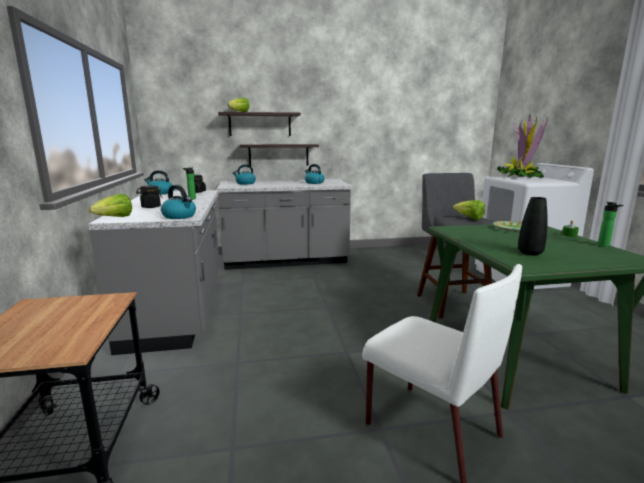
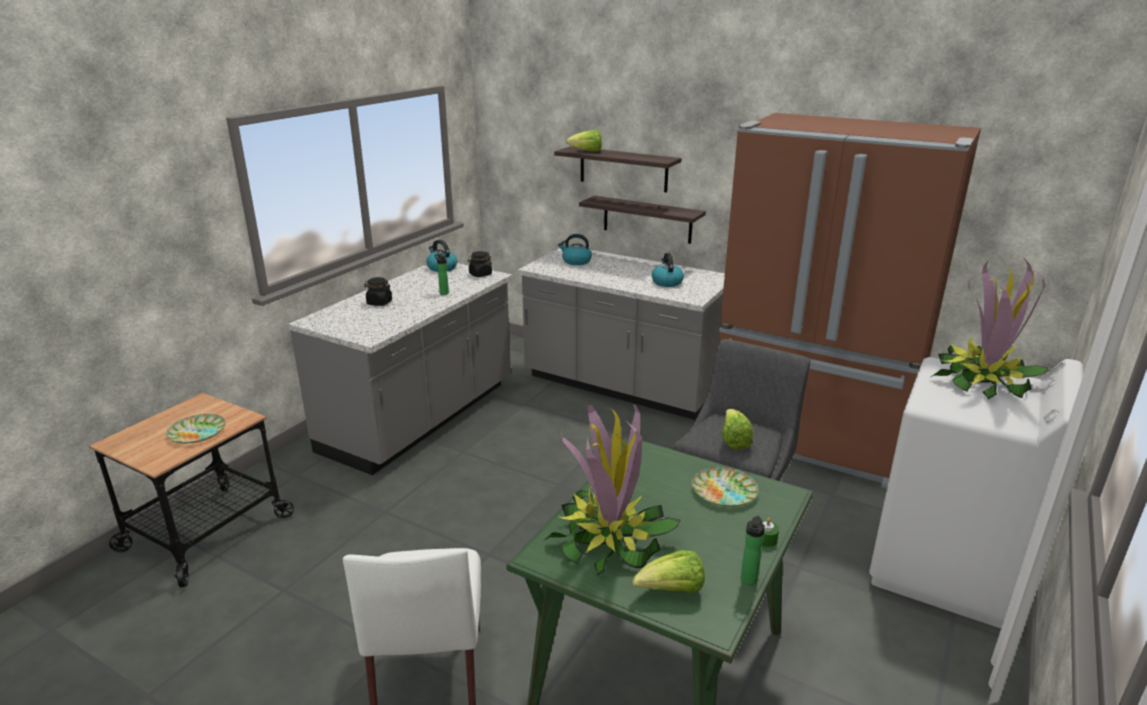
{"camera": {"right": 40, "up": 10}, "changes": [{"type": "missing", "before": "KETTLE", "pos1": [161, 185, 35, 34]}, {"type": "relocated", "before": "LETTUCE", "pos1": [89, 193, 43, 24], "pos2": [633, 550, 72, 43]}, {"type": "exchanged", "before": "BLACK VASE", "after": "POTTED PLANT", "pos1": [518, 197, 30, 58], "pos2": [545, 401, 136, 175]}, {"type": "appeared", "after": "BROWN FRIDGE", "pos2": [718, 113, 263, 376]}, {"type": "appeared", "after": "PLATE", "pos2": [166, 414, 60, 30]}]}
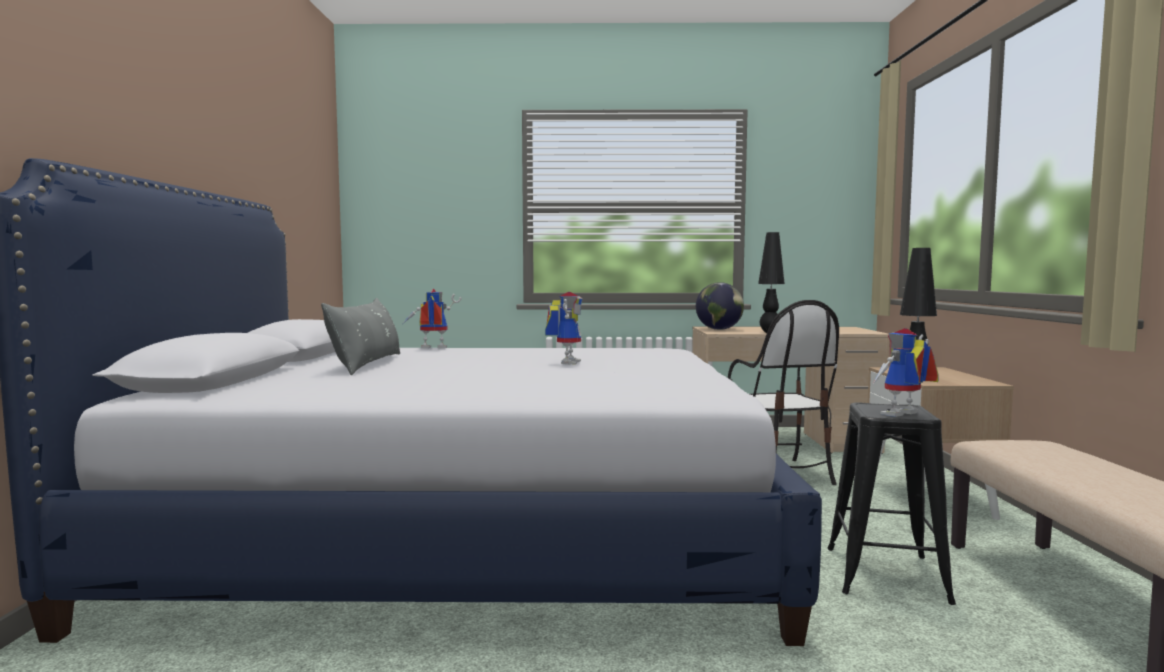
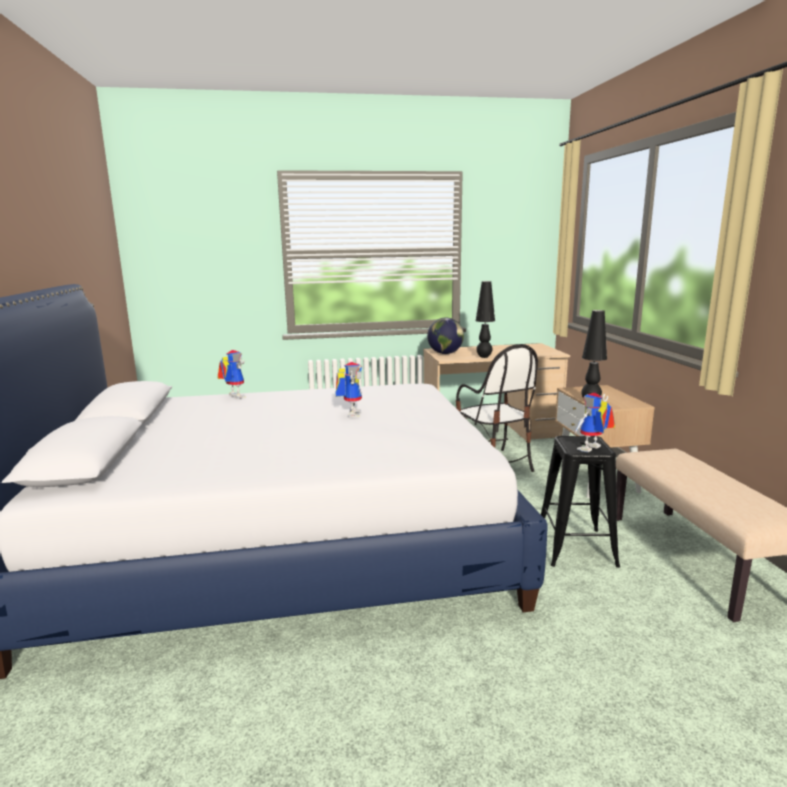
{"camera": {"right": -10, "up": 10}, "changes": [{"type": "spun", "before": "TOY ROBOT", "pos1": [402, 288, 59, 60], "pos2": [217, 350, 29, 49], "turn": 60}, {"type": "missing", "before": "GREY PILLOW", "pos1": [321, 298, 79, 77]}]}
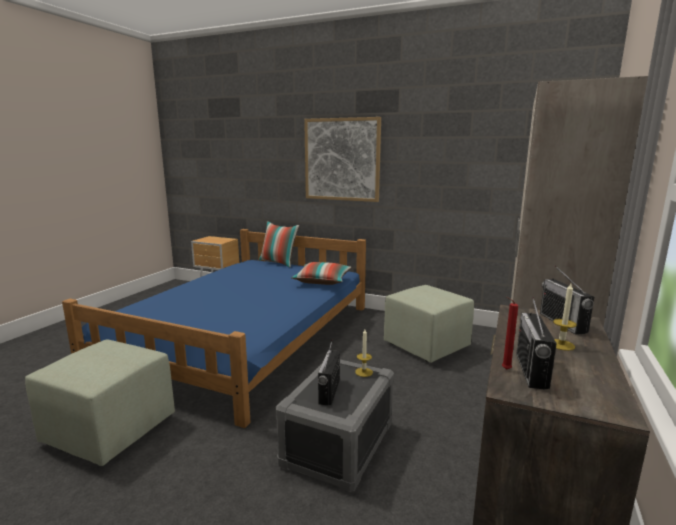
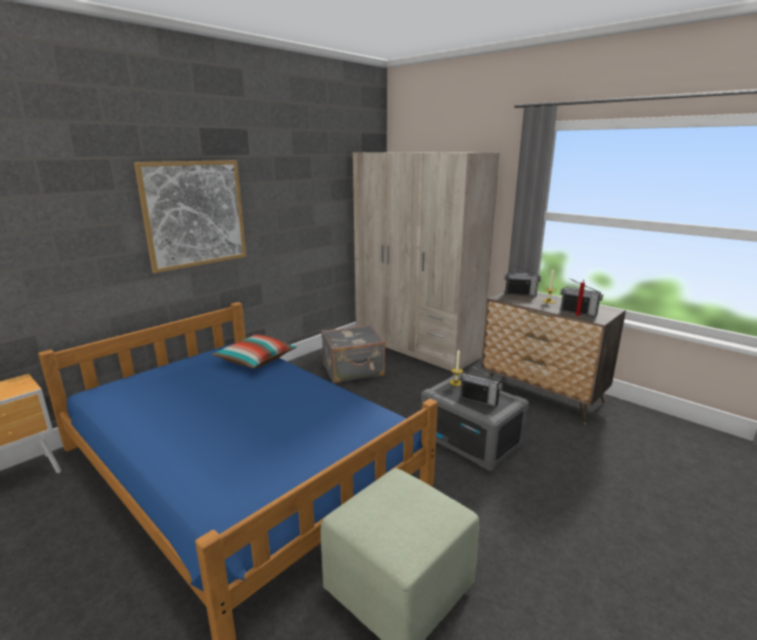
{"camera": {"right": -70, "up": 5}, "changes": [{"type": "missing", "before": "PILLOW", "pos1": [259, 221, 40, 46]}, {"type": "exchanged", "before": "GREEN OTTOMAN", "after": "GREY SUITCASE", "pos1": [384, 285, 90, 78], "pos2": [321, 325, 65, 58]}]}
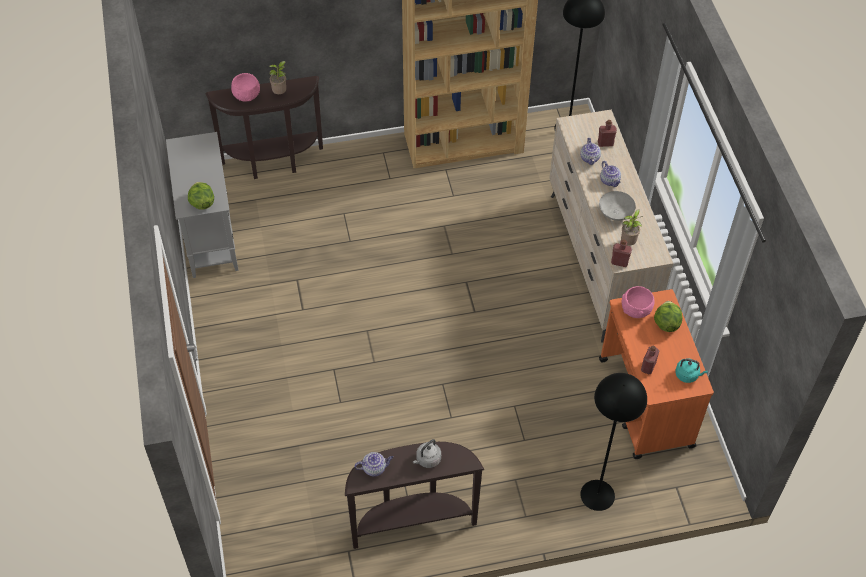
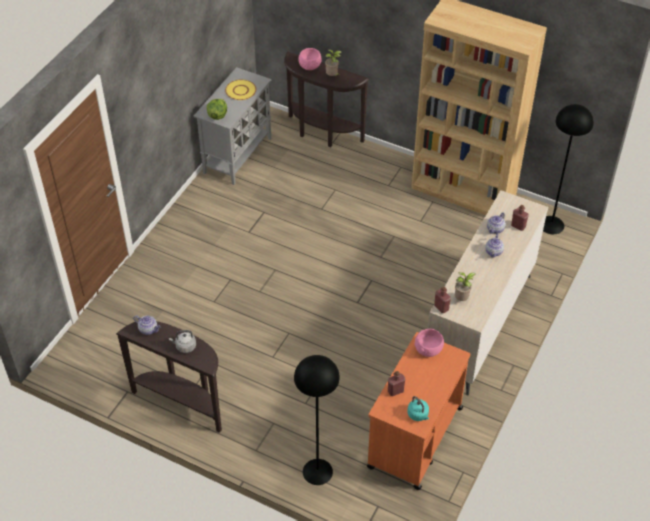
{"camera": {"right": 40, "up": -5}, "changes": [{"type": "missing", "before": "GREY BOWL", "pos1": [599, 191, 37, 30]}, {"type": "missing", "before": "LETTUCE", "pos1": [654, 301, 28, 31]}, {"type": "appeared", "after": "YELLOW PLATE", "pos2": [225, 79, 31, 21]}]}
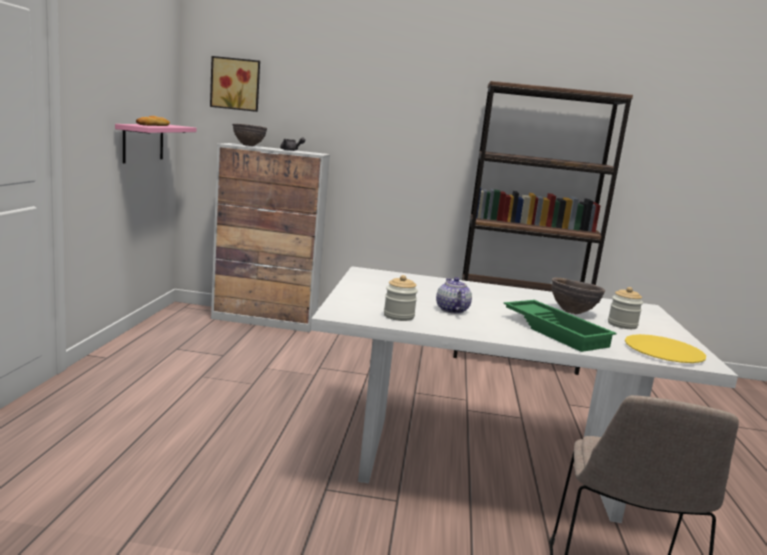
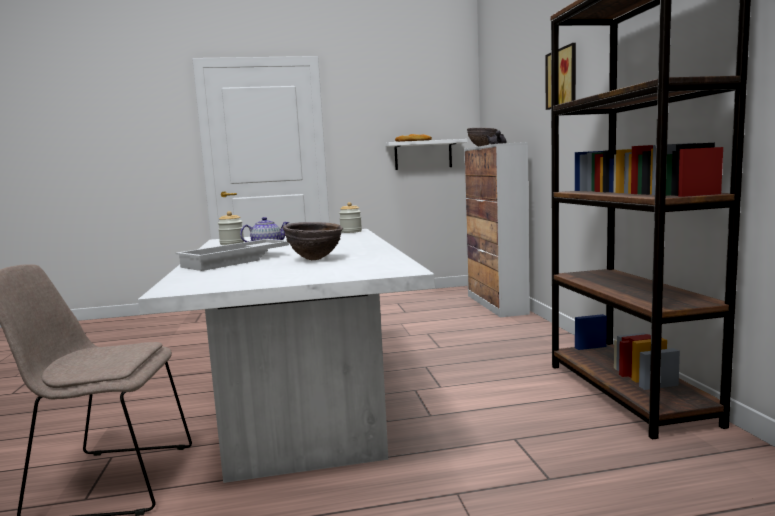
{"camera": {"right": 75, "up": -5}, "changes": [{"type": "relocated", "before": "PICTURE", "pos1": [210, 56, 50, 56], "pos2": [545, 43, 31, 67]}, {"type": "colour", "before": "PINK SHELF", "after": "WHITE SHELF", "pos1": [115, 124, 82, 39], "pos2": [385, 139, 83, 31]}, {"type": "relocated", "before": "JAR", "pos1": [608, 287, 35, 42], "pos2": [339, 202, 23, 31]}, {"type": "colour", "before": "GREEN TRAY", "after": "WHITE TRAY", "pos1": [503, 300, 114, 52], "pos2": [176, 239, 113, 32]}, {"type": "missing", "before": "YELLOW PLATE", "pos1": [625, 334, 81, 29]}]}
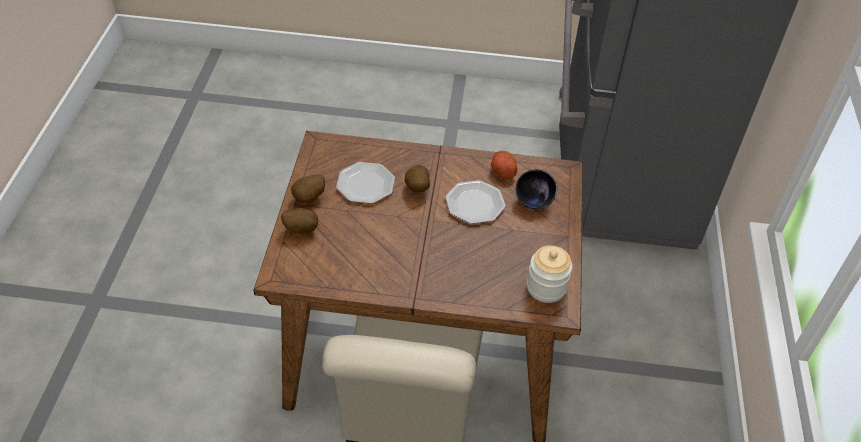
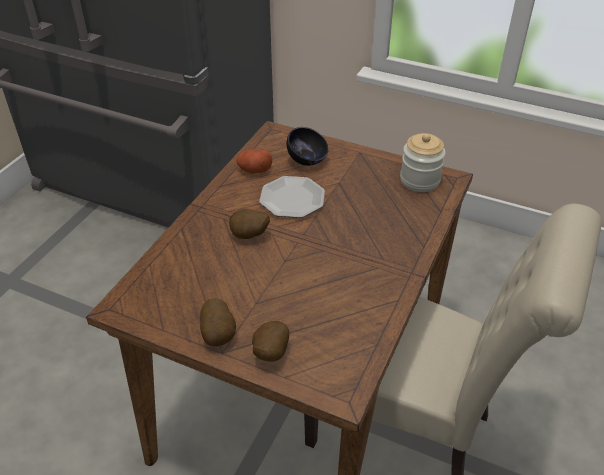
{"camera": {"right": -70, "up": -5}, "changes": [{"type": "missing", "before": "PLATE", "pos1": [336, 162, 59, 42]}]}
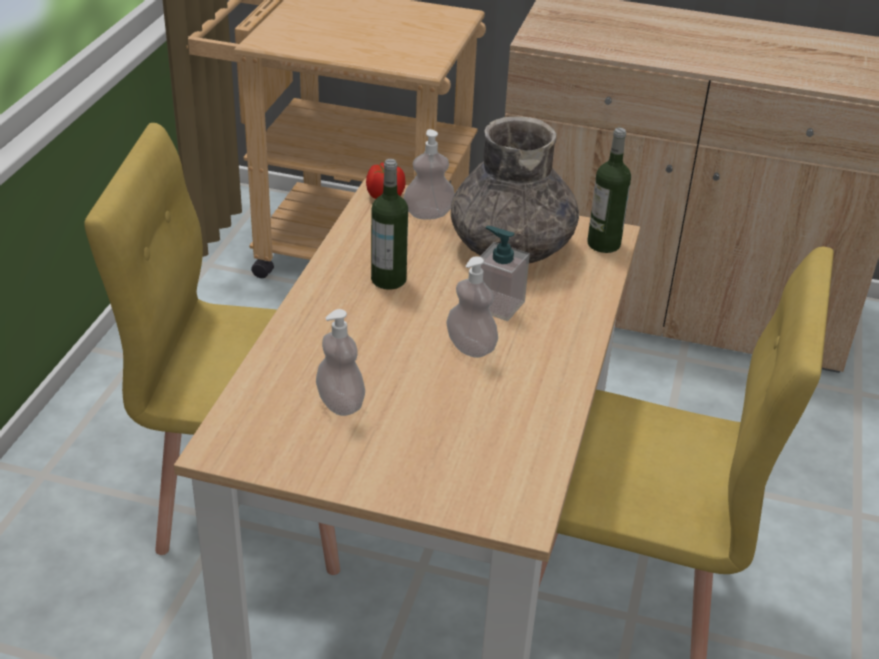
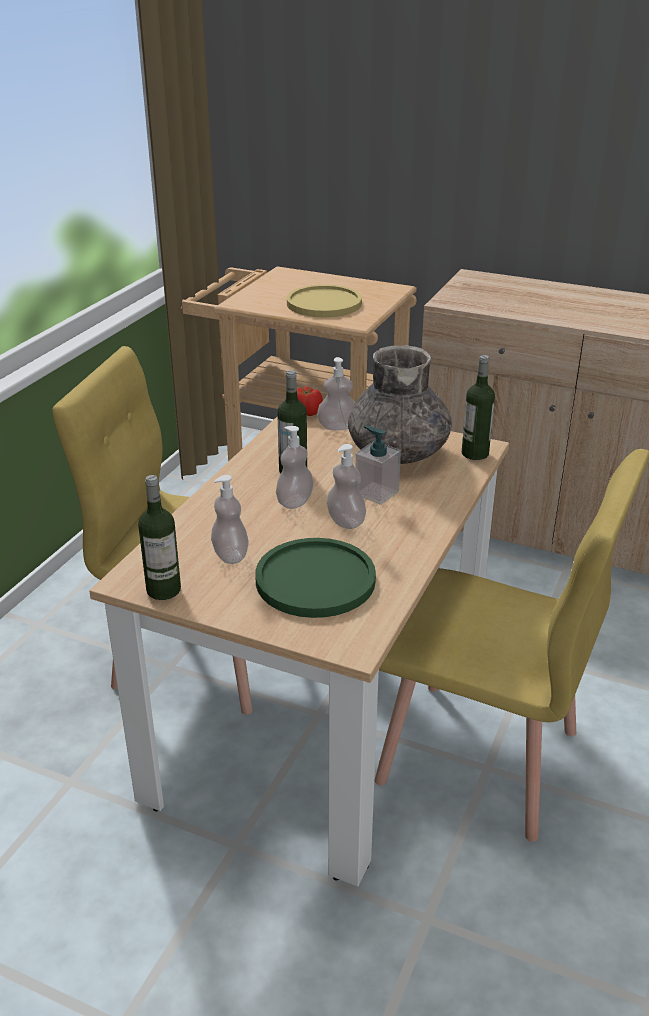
{"camera": {"right": 10, "up": -5}, "changes": [{"type": "appeared", "after": "YELLOW PLATE", "pos2": [287, 285, 75, 32]}, {"type": "appeared", "after": "SOAP DISPENSER", "pos2": [276, 426, 37, 83]}, {"type": "appeared", "after": "BOTTLE", "pos2": [138, 475, 43, 125]}, {"type": "appeared", "after": "GREEN PLATE", "pos2": [255, 538, 121, 80]}]}
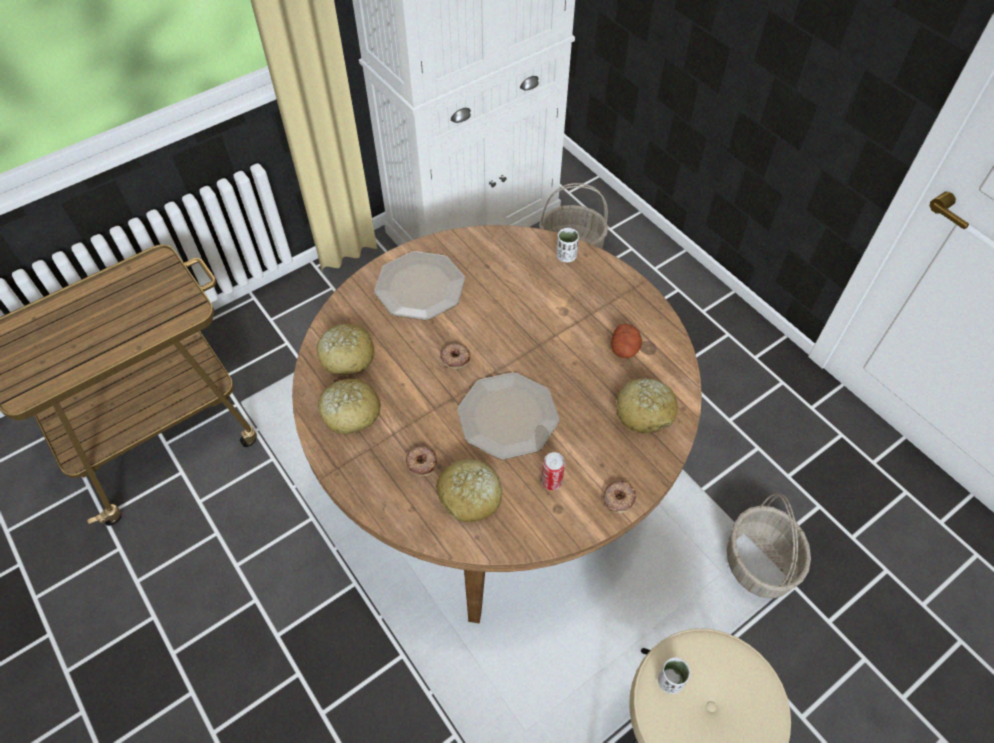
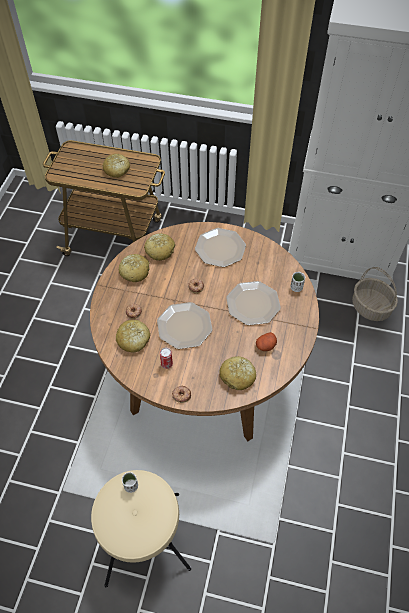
{"camera": {"right": 50, "up": 0}, "changes": [{"type": "missing", "before": "BASKET", "pos1": [727, 494, 84, 105]}, {"type": "appeared", "after": "BREAD", "pos2": [103, 154, 27, 24]}, {"type": "appeared", "after": "PLATE", "pos2": [226, 281, 55, 44]}]}
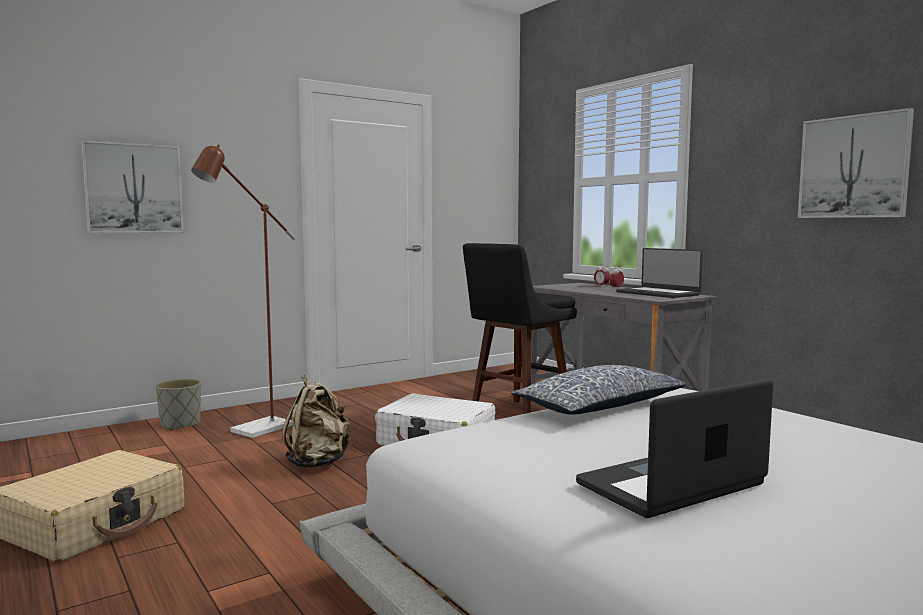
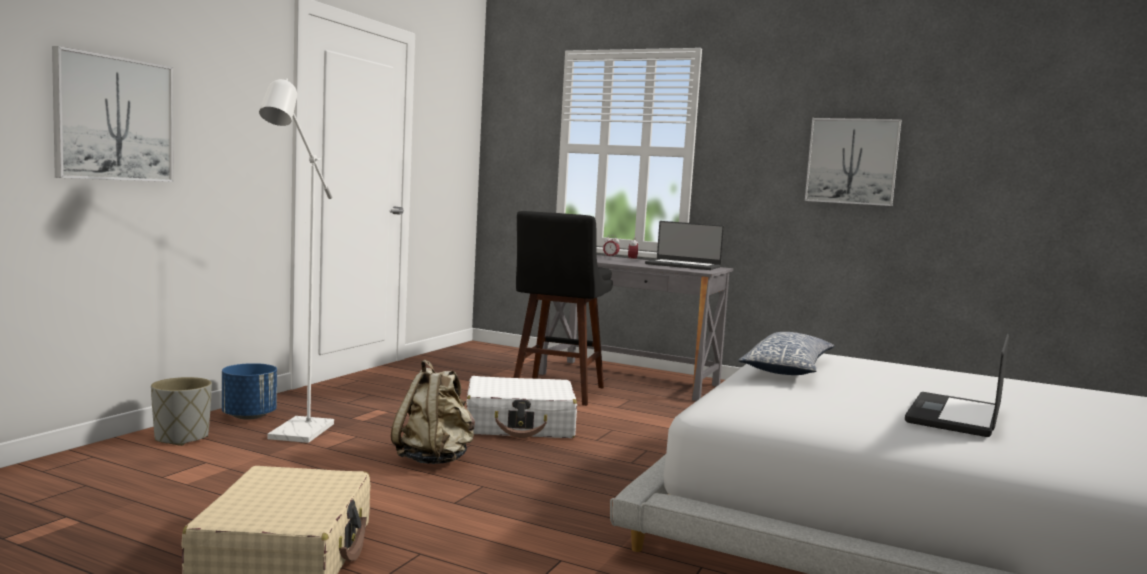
{"camera": {"right": -30, "up": 0}, "changes": [{"type": "colour", "before": "BROWN FLOOR LAMP", "after": "WHITE FLOOR LAMP", "pos1": [191, 144, 105, 294], "pos2": [259, 78, 75, 365]}, {"type": "appeared", "after": "BLUE PLANTER", "pos2": [222, 363, 55, 57]}]}
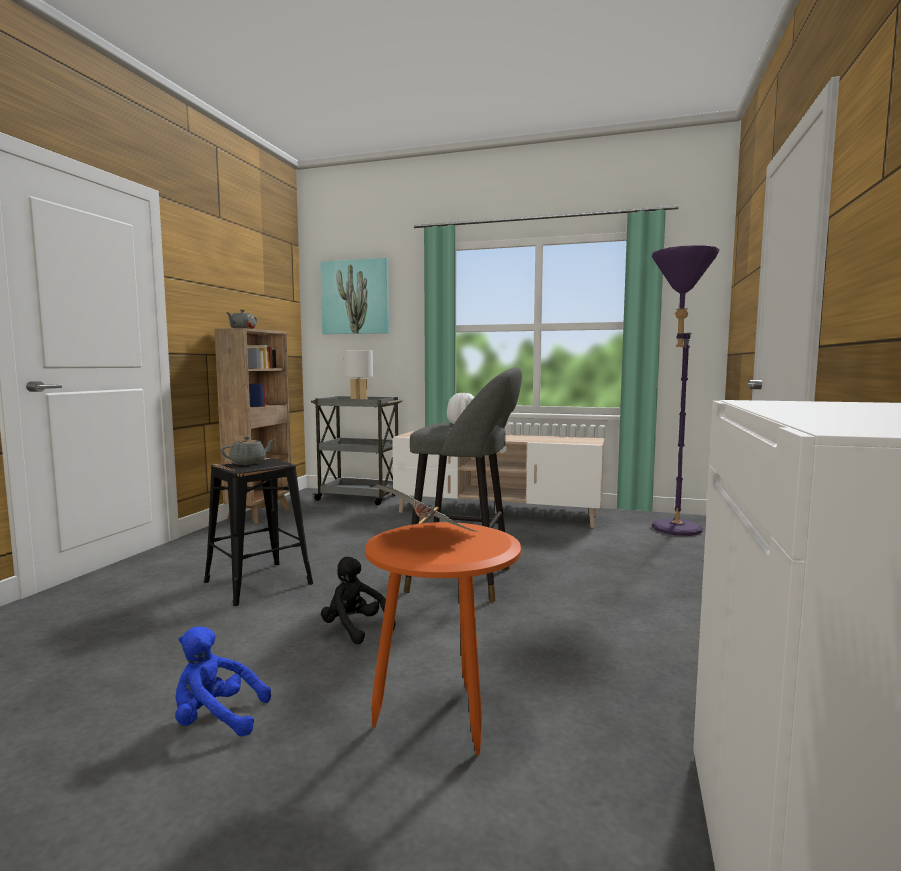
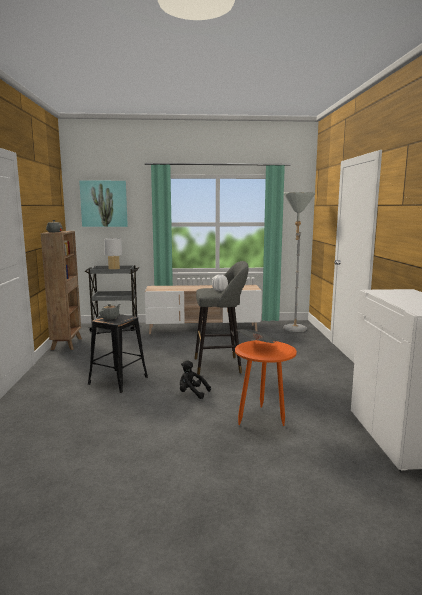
{"camera": {"right": -20, "up": 5}, "changes": [{"type": "colour", "before": "PURPLE FLOOR LAMP", "after": "GREY FLOOR LAMP", "pos1": [651, 245, 68, 291], "pos2": [283, 192, 32, 140]}, {"type": "missing", "before": "BLUE PLUSH TOY", "pos1": [175, 627, 96, 110]}]}
